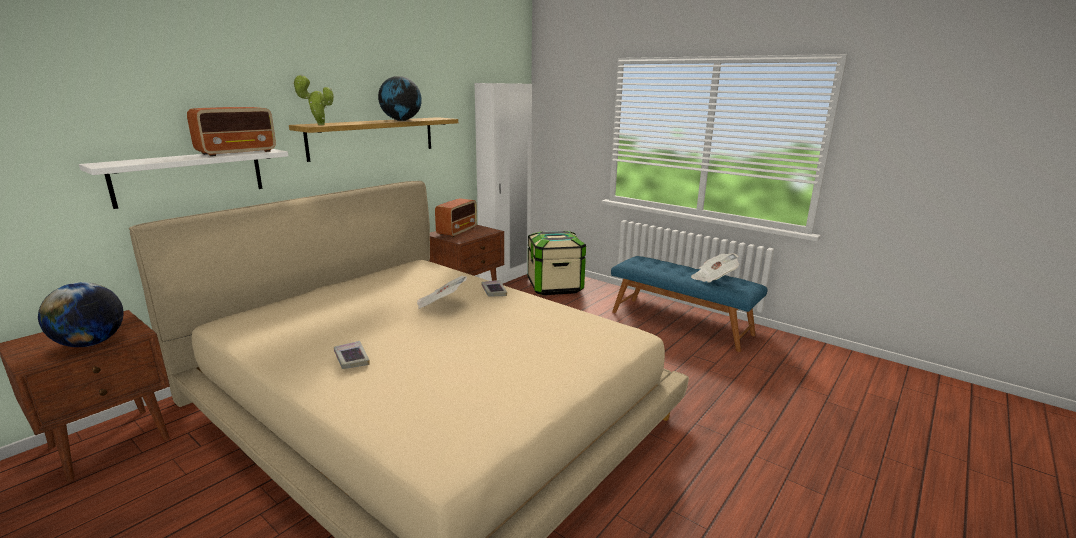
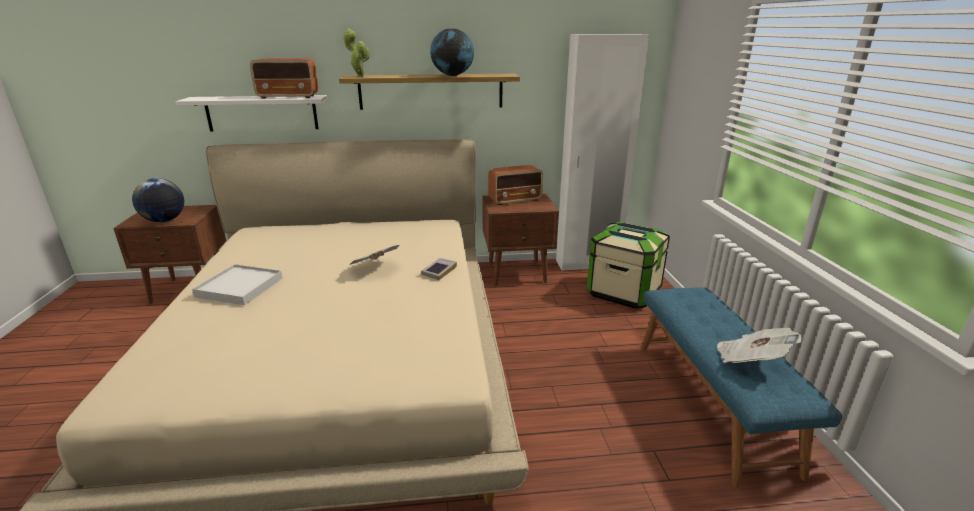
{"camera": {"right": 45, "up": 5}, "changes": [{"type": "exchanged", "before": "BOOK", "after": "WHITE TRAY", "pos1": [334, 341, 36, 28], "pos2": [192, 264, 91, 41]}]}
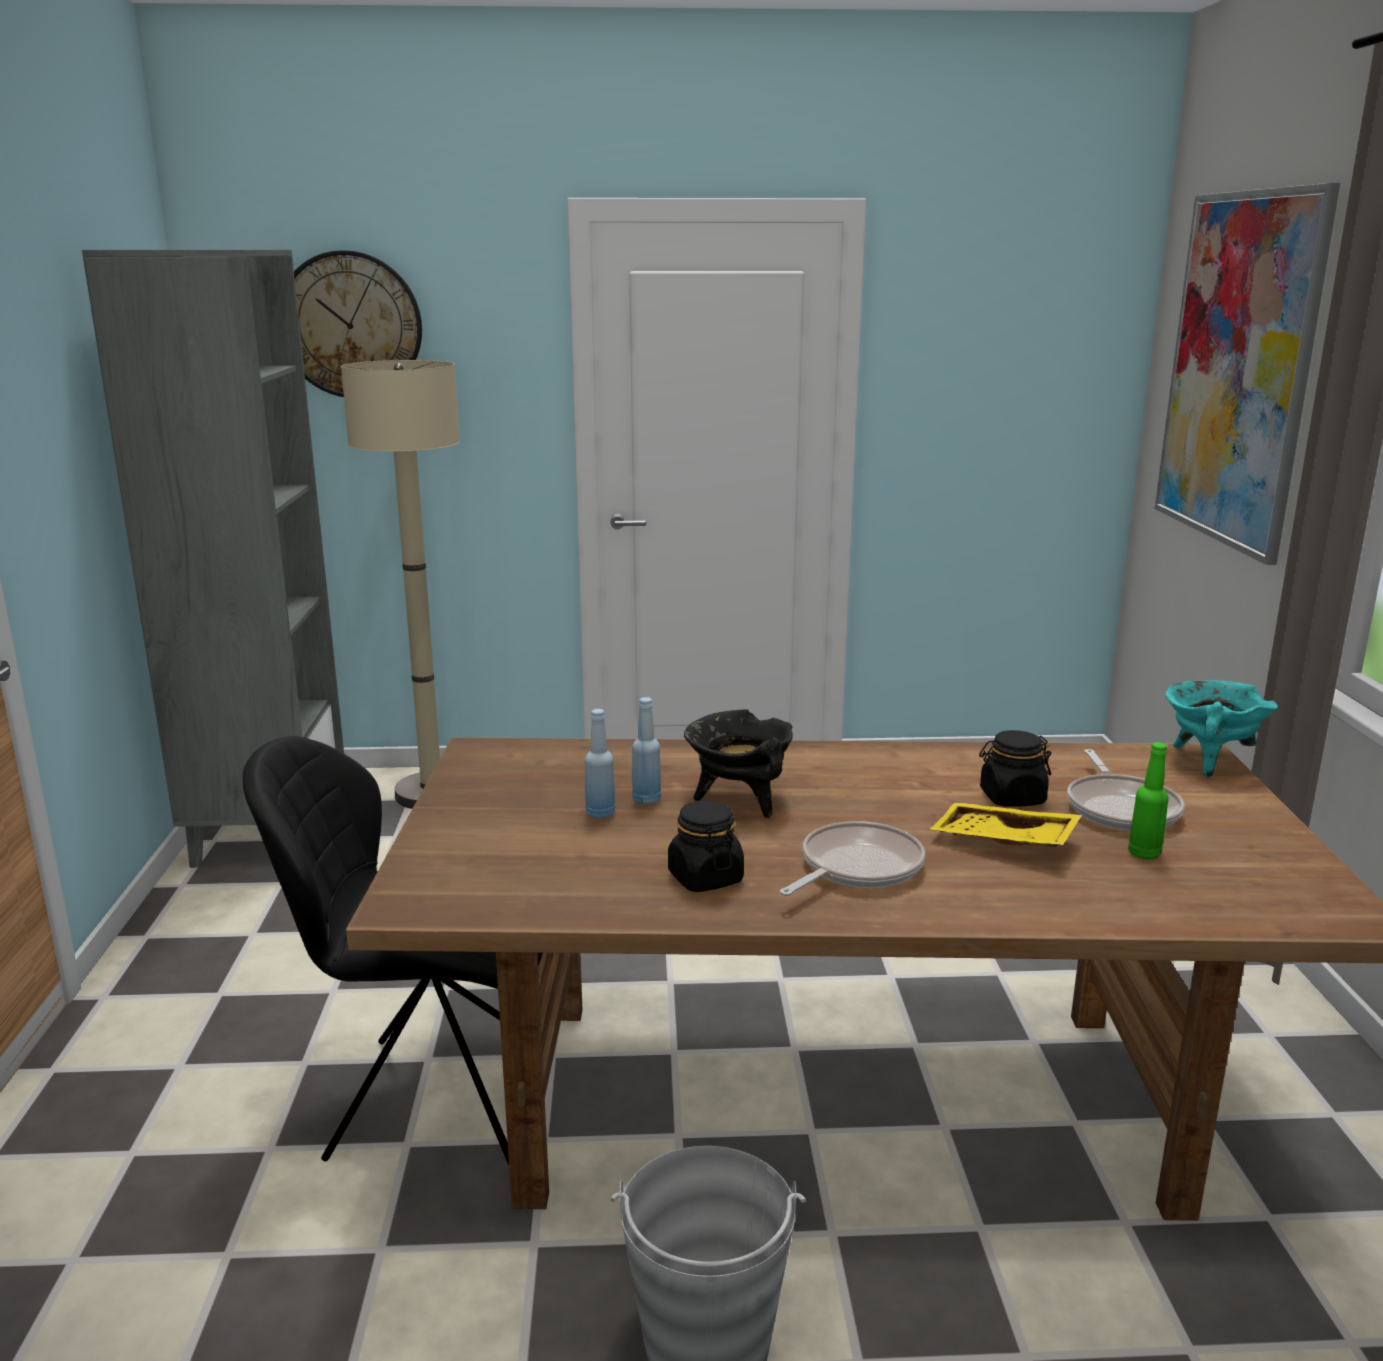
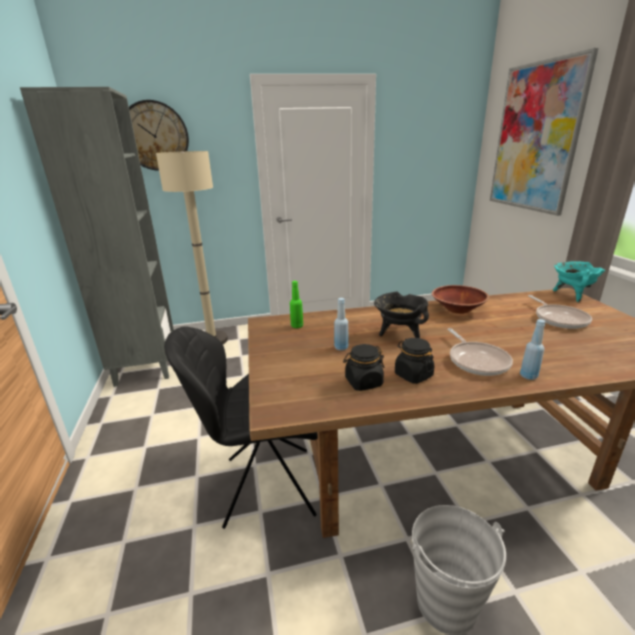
{"camera": {"right": -10, "up": 5}, "changes": [{"type": "relocated", "before": "BLUE BOTTLE", "pos1": [632, 697, 29, 108], "pos2": [520, 319, 26, 61]}, {"type": "relocated", "before": "BLACK JAR", "pos1": [979, 730, 72, 77], "pos2": [343, 344, 41, 47]}, {"type": "relocated", "before": "GREEN BOTTLE", "pos1": [1128, 742, 41, 118], "pos2": [290, 281, 13, 47]}, {"type": "missing", "before": "YELLOW TRAY", "pos1": [930, 803, 152, 44]}, {"type": "spun", "before": "FRYING PAN", "pos1": [779, 821, 146, 75], "pos2": [447, 328, 66, 48], "turn": 135}, {"type": "appeared", "after": "BROWN BOWL", "pos2": [432, 285, 57, 29]}]}
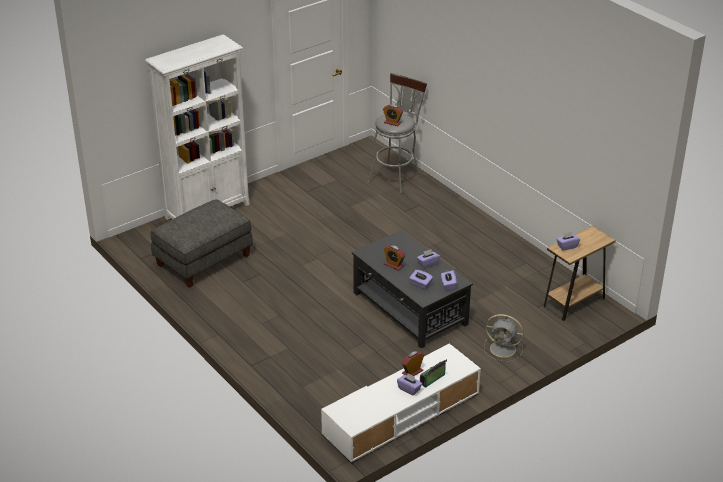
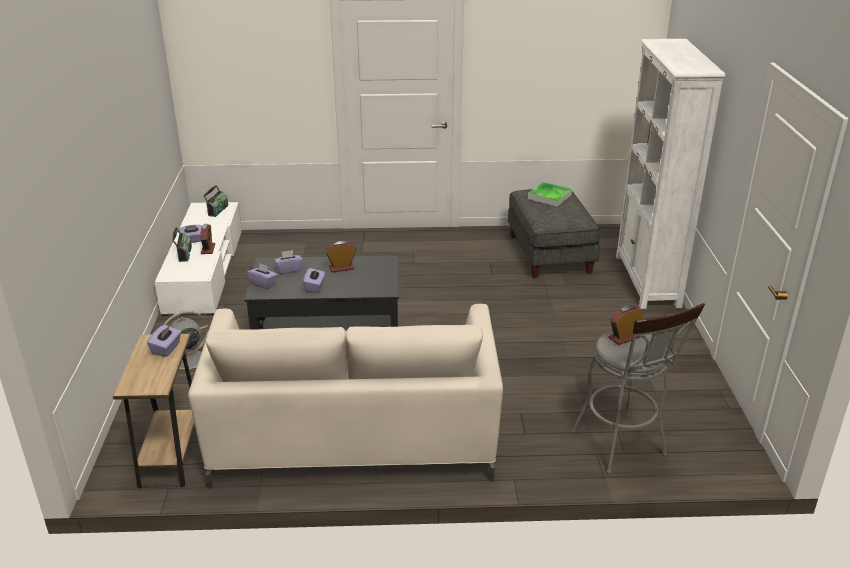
{"camera": {"right": 125, "up": -5}, "changes": [{"type": "appeared", "after": "TRAY", "pos2": [528, 182, 44, 25]}, {"type": "appeared", "after": "RADIO", "pos2": [203, 185, 25, 32]}, {"type": "appeared", "after": "BEIGE SOFA", "pos2": [188, 304, 315, 185]}]}
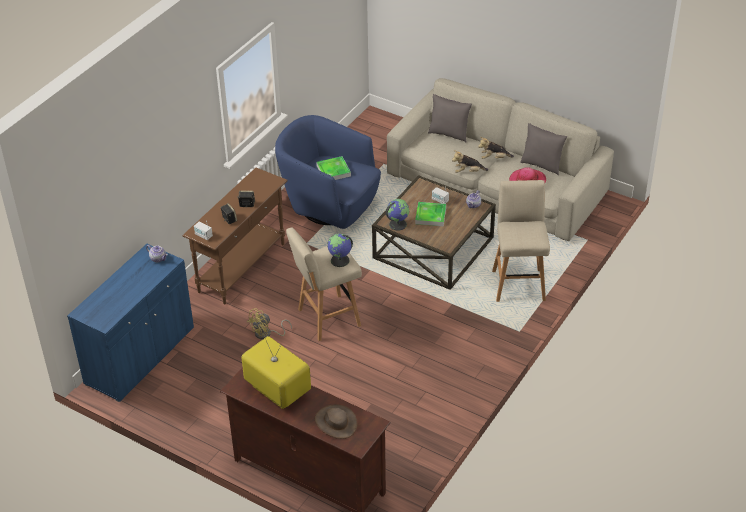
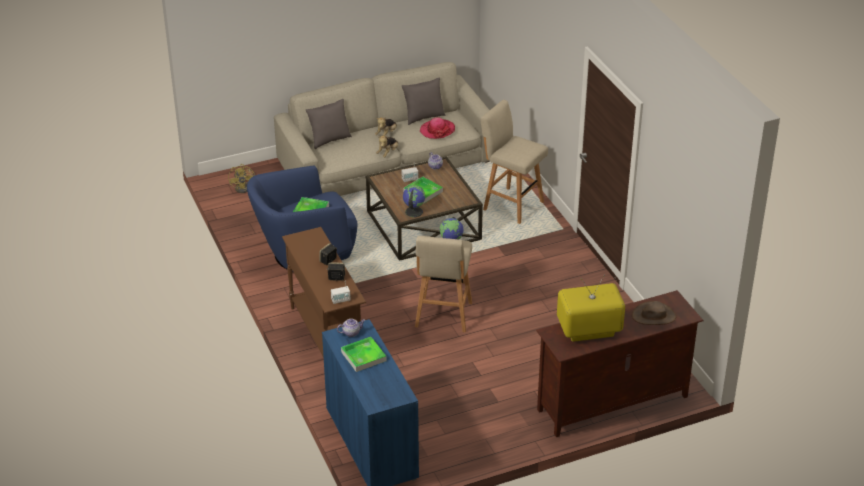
{"camera": {"right": -55, "up": -5}, "changes": [{"type": "relocated", "before": "YELLOW FAN", "pos1": [247, 308, 45, 32], "pos2": [228, 164, 27, 29]}, {"type": "appeared", "after": "TRAY", "pos2": [341, 337, 45, 35]}]}
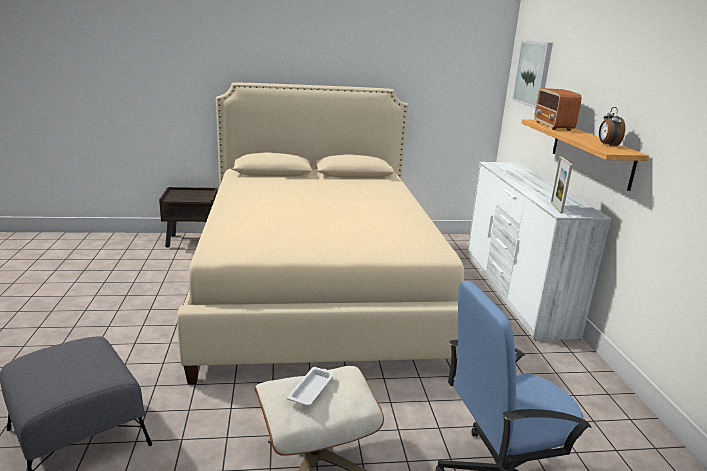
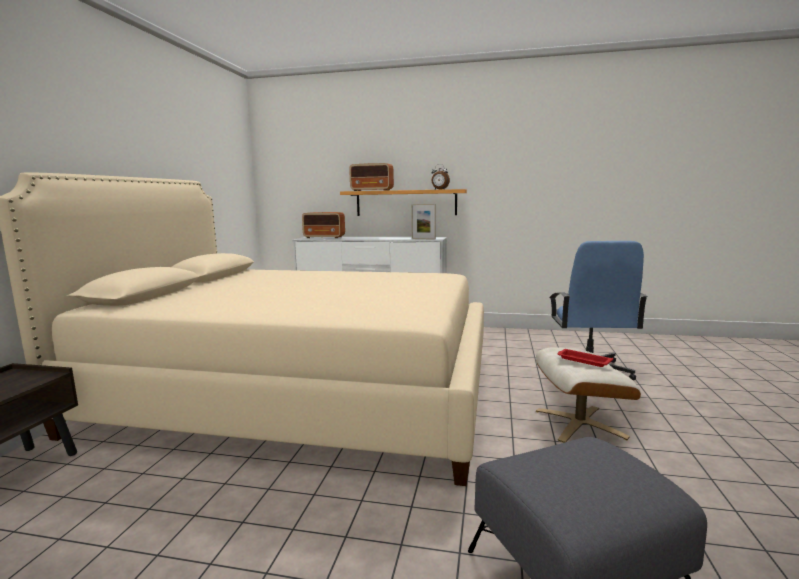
{"camera": {"right": -70, "up": -10}, "changes": [{"type": "missing", "before": "PICTURE", "pos1": [512, 40, 41, 68]}, {"type": "colour", "before": "WHITE TRAY", "after": "RED TRAY", "pos1": [287, 367, 47, 39], "pos2": [557, 349, 56, 18]}, {"type": "appeared", "after": "RADIO", "pos2": [302, 212, 43, 26]}]}
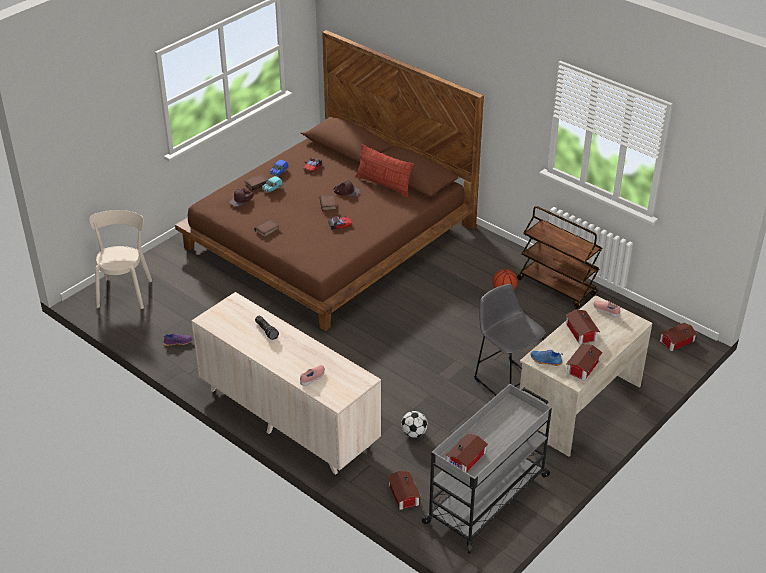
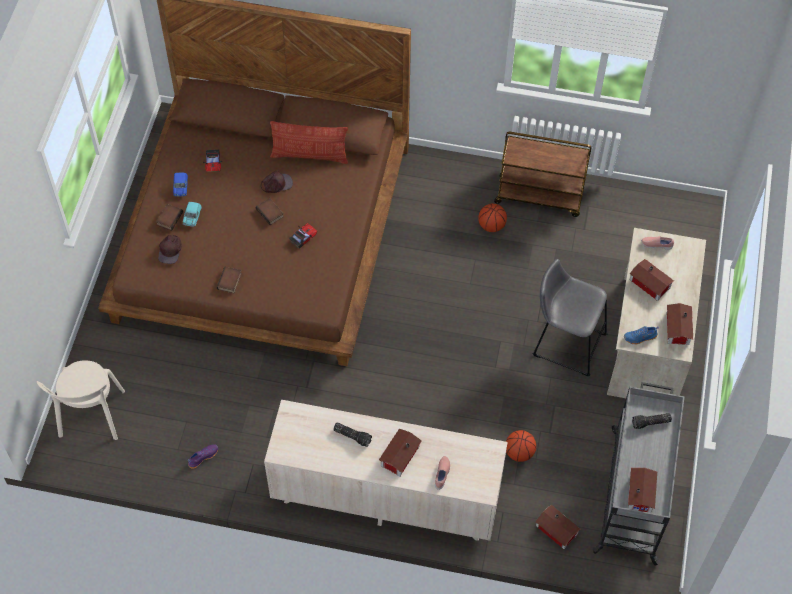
{"camera": {"right": -30, "up": 20}, "changes": [{"type": "spun", "before": "BEIGE CHAIR", "pos1": [89, 210, 63, 99], "pos2": [37, 360, 88, 80], "turn": -150}, {"type": "relocated", "before": "TOY HOUSE", "pos1": [660, 323, 37, 28], "pos2": [379, 429, 43, 47]}, {"type": "exchanged", "before": "FOOTBALL", "after": "BASKETBALL", "pos1": [401, 411, 27, 27], "pos2": [505, 430, 31, 32]}, {"type": "appeared", "after": "FLASHLIGHT", "pos2": [632, 413, 40, 16]}]}
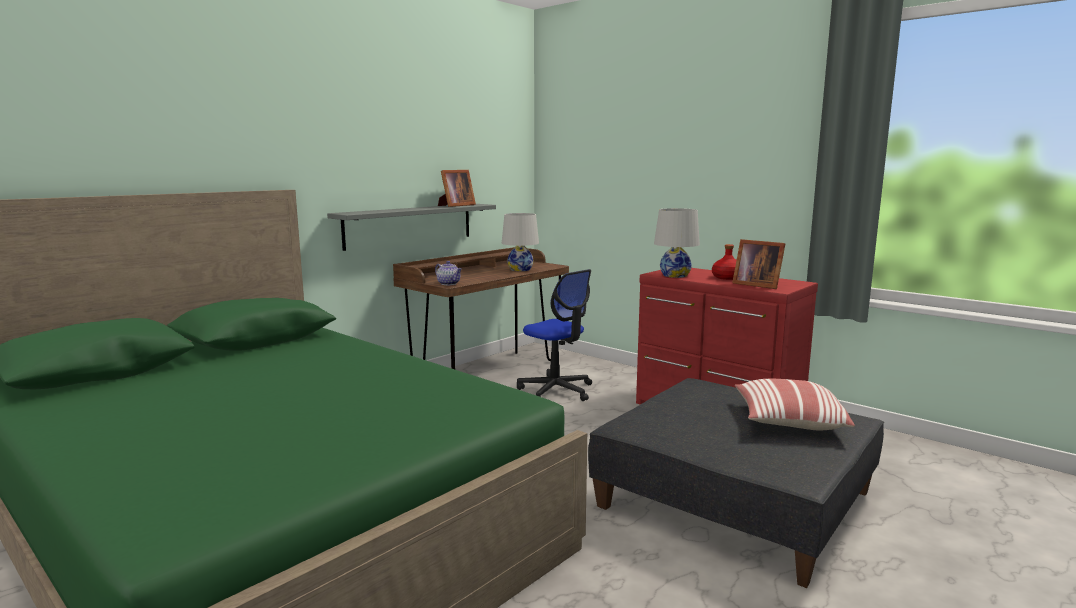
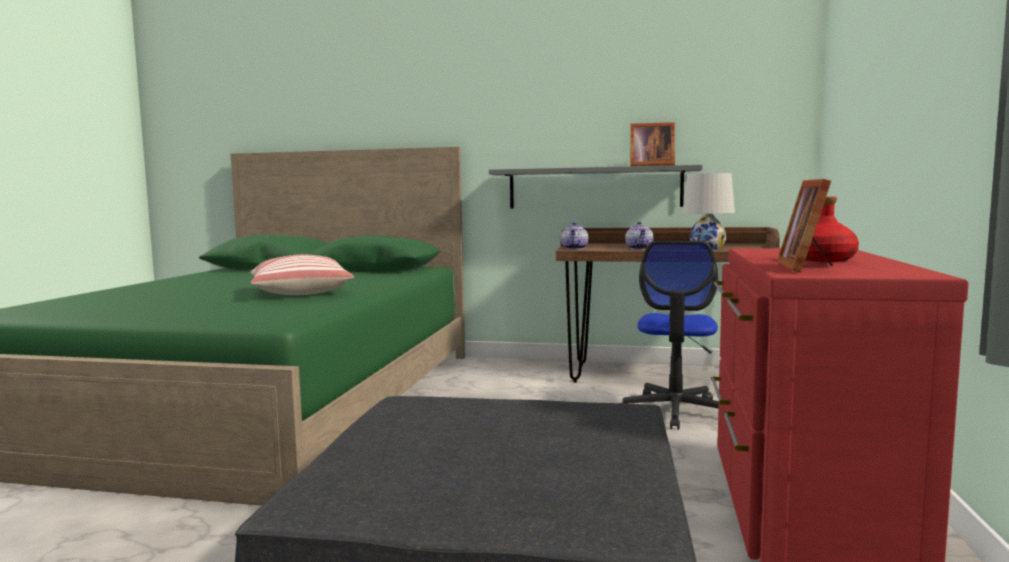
{"camera": {"right": 60, "up": -5}, "changes": [{"type": "missing", "before": "WHITE TABLE LAMP", "pos1": [654, 208, 46, 70]}, {"type": "relocated", "before": "PILLOW", "pos1": [735, 379, 120, 52], "pos2": [250, 254, 104, 41]}, {"type": "appeared", "after": "TEAPOT", "pos2": [625, 221, 29, 29]}]}
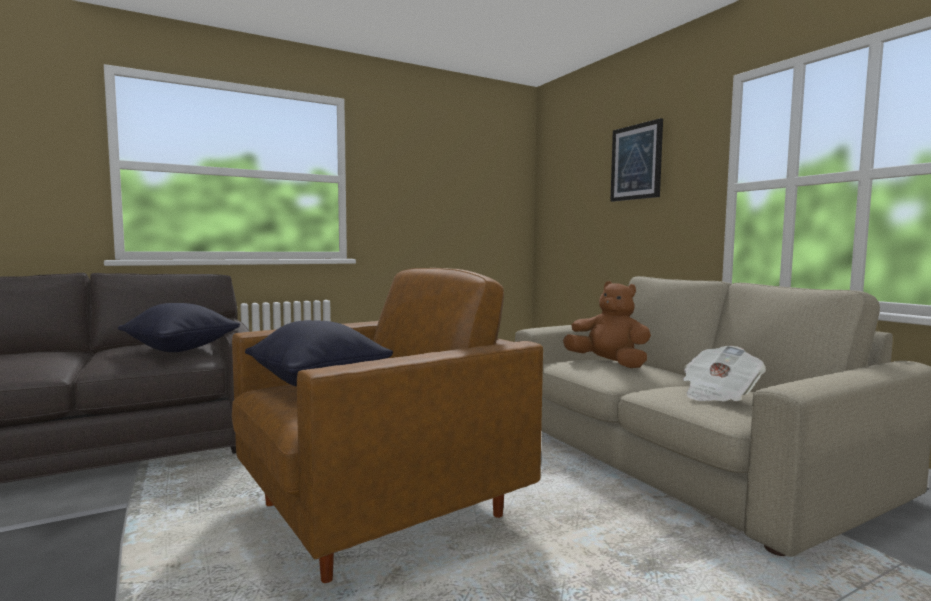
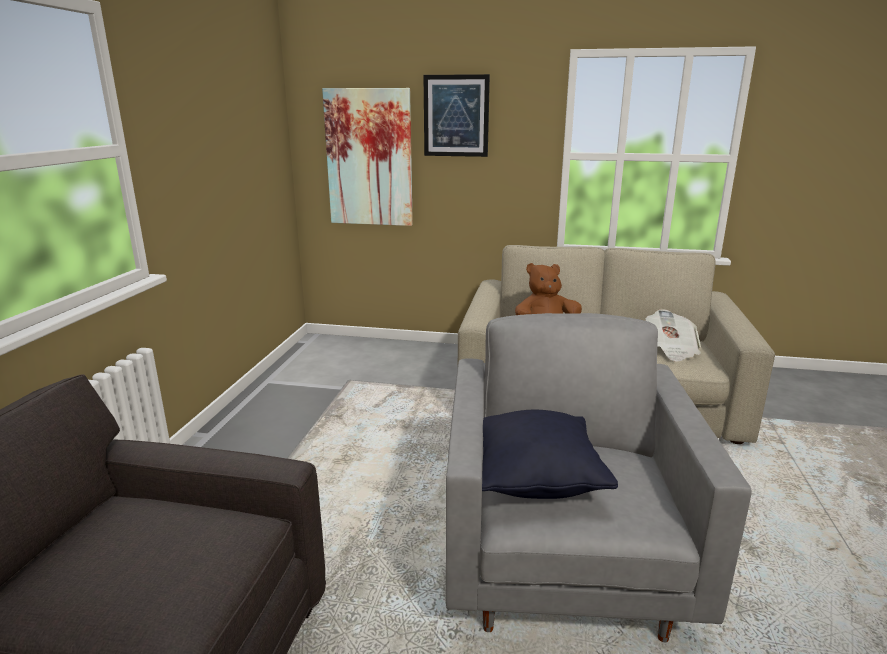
{"camera": {"right": -50, "up": 15}, "changes": [{"type": "colour", "before": "BROWN ARMCHAIR", "after": "GREY ARMCHAIR", "pos1": [232, 268, 311, 315], "pos2": [446, 313, 306, 329]}, {"type": "missing", "before": "BLACK PILLOW", "pos1": [118, 303, 122, 49]}, {"type": "appeared", "after": "PICTURE", "pos2": [322, 88, 91, 138]}]}
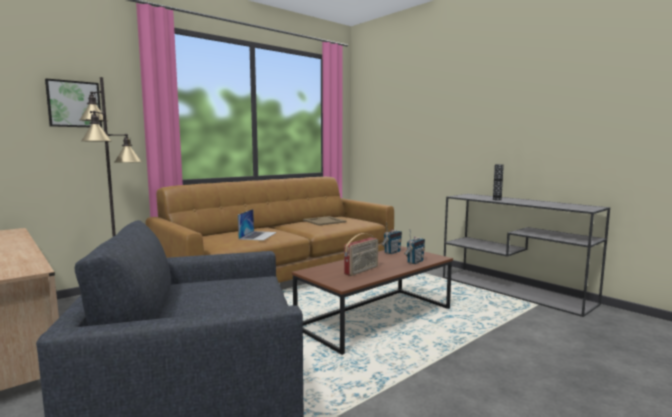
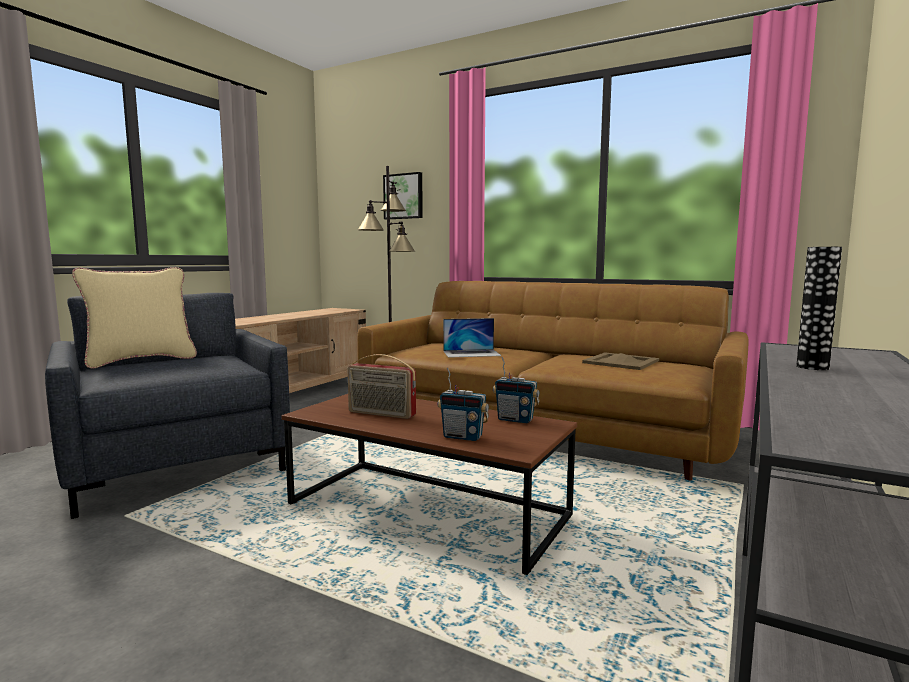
{"camera": {"right": 70, "up": 0}, "changes": [{"type": "appeared", "after": "BEIGE PILLOW", "pos2": [72, 267, 125, 102]}]}
